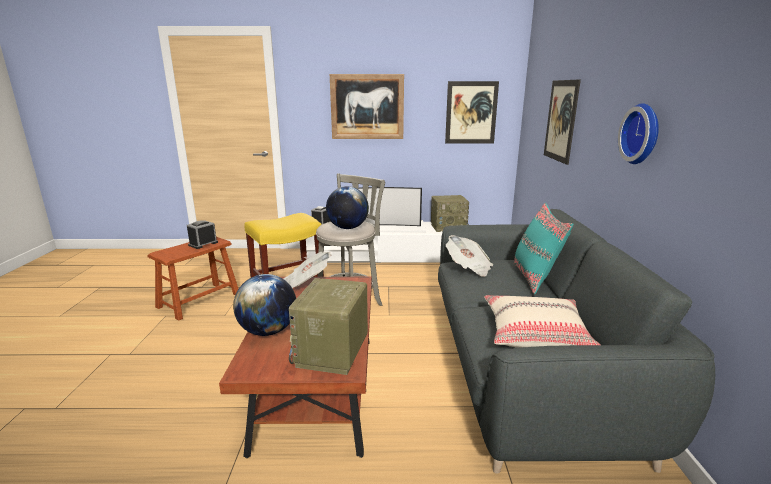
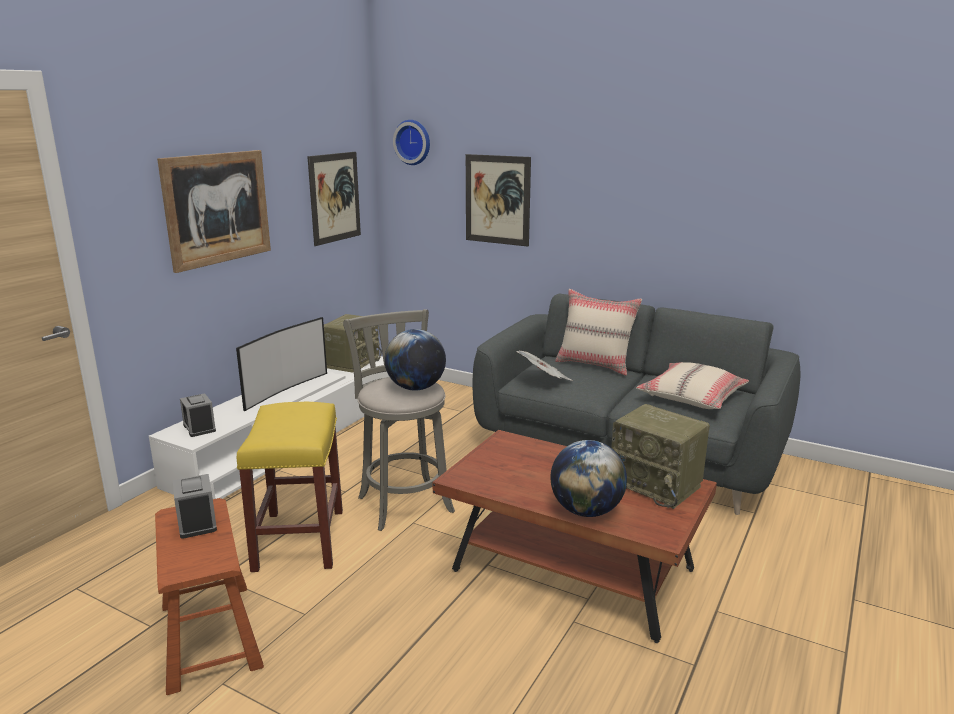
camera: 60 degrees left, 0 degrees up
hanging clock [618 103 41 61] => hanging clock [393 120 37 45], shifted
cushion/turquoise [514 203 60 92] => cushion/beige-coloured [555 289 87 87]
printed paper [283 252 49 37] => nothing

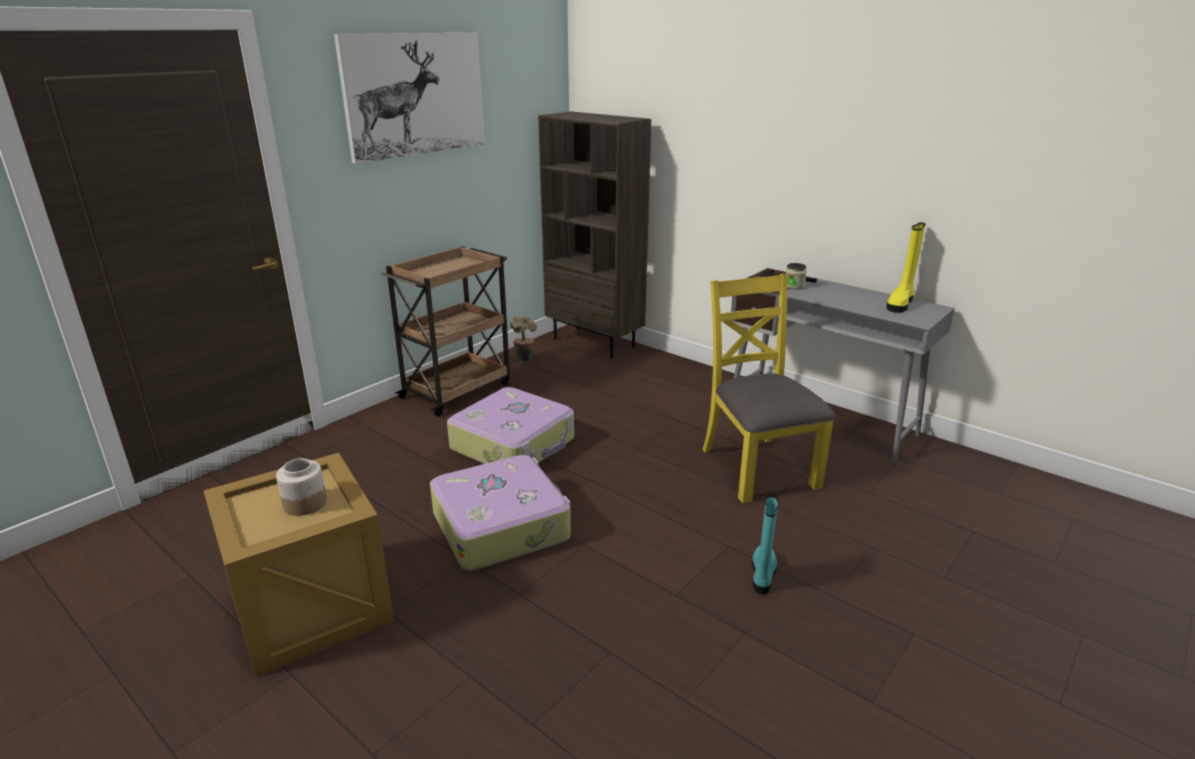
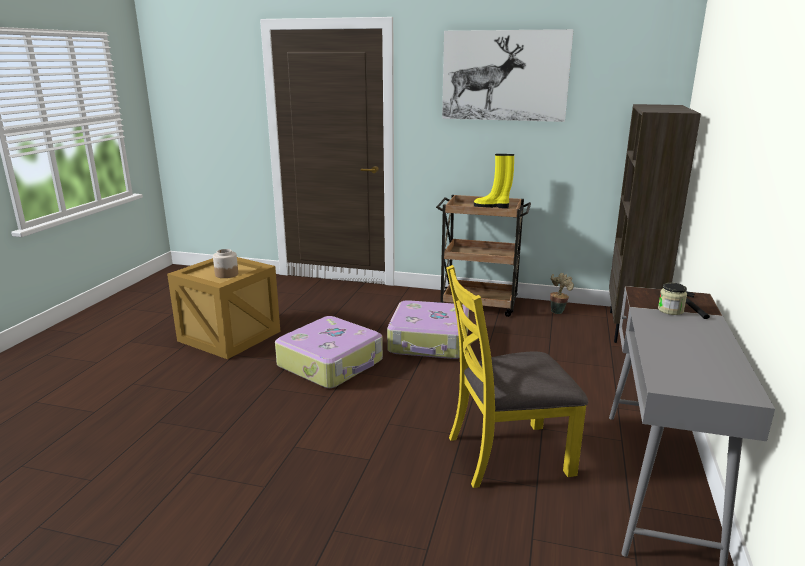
camera: 65 degrees right, 5 degrees down
chair/yellow [703 274 132 229] => chair/yellow [446 265 142 223], 150 degrees counterclockwise
tall boot/yellow [886 223 39 90] => tall boot/yellow [474 154 40 55], shifted
tall boot/turquoise [752 495 27 100] => nothing

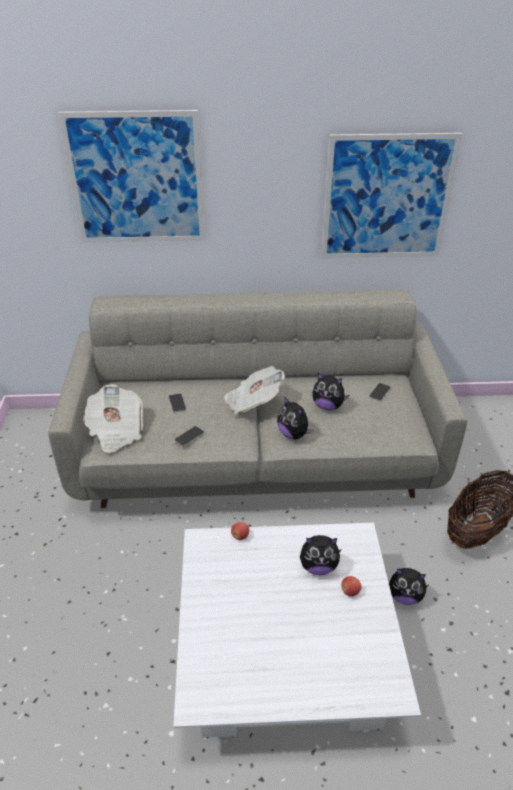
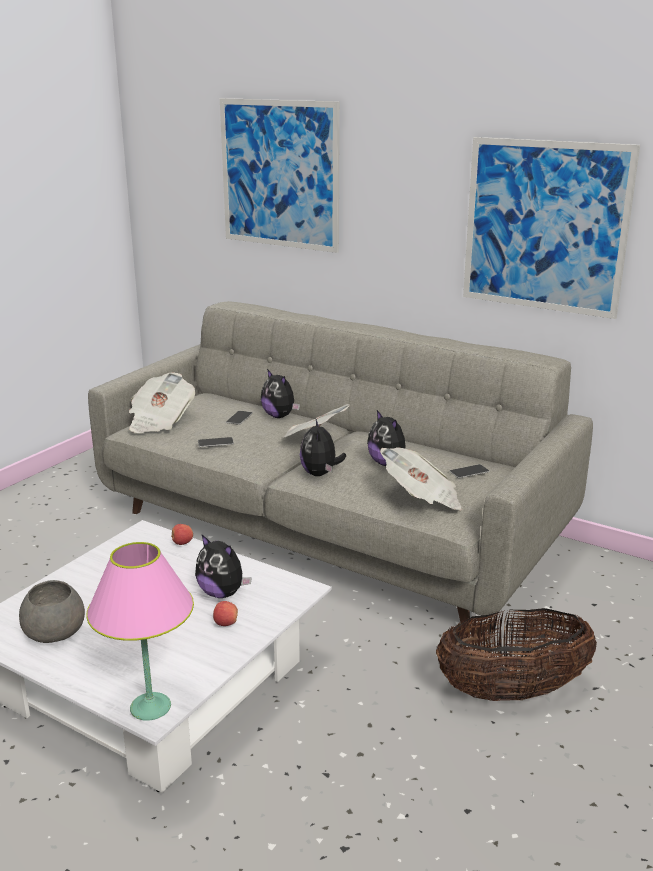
camera: 35 degrees right, 15 degrees down
nothing => deep dish/gray [19 580 66 63]
nothing => tabletop lamp/pink-coloured [86 542 108 179]
cuddly toy [389 568 39 37] => cuddly toy [261 369 39 49], shifted
nothing => printed paper [380 447 82 63]

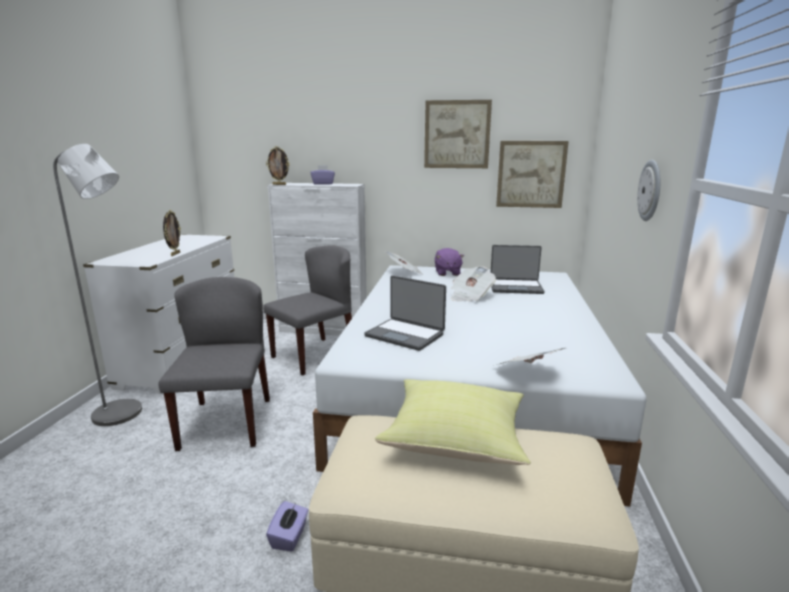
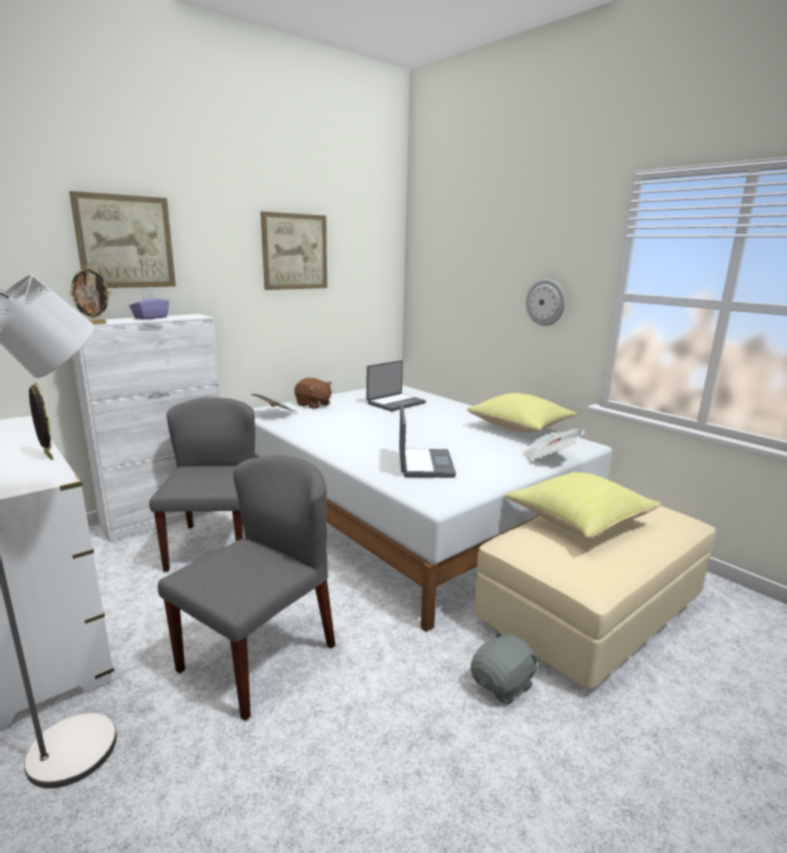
camera: 50 degrees left, 0 degrees up
wall art [496 141 73 67] => wall art [69 191 107 97], shifted
chair/gray [158 277 112 174] => chair/gray [158 455 177 266], 90 degrees clockwise
cuddly toy/purple [435 248 29 28] => cuddly toy/brown [294 378 38 31]
notebook computer [364 276 82 75] => notebook computer [399 404 57 74], 75 degrees counterclockwise
nothing => cushion/yellow [467 393 110 39]
tissue box/purple [266 501 42 50] => cuddly toy/gray [471 630 70 75]
printed paper [451 266 45 36] => nothing

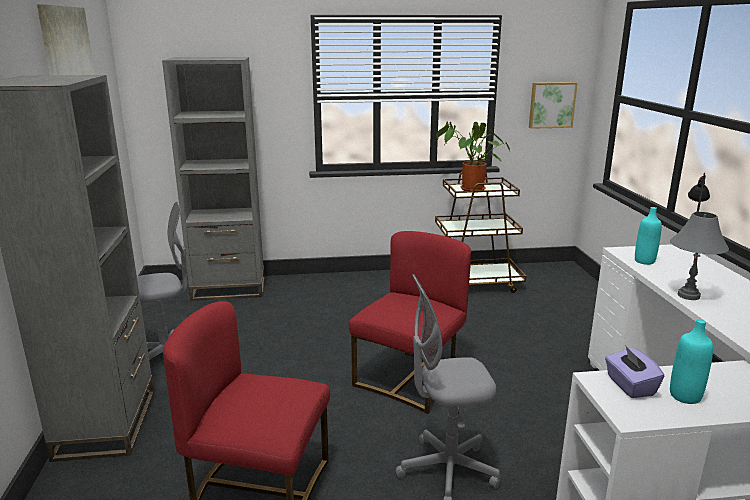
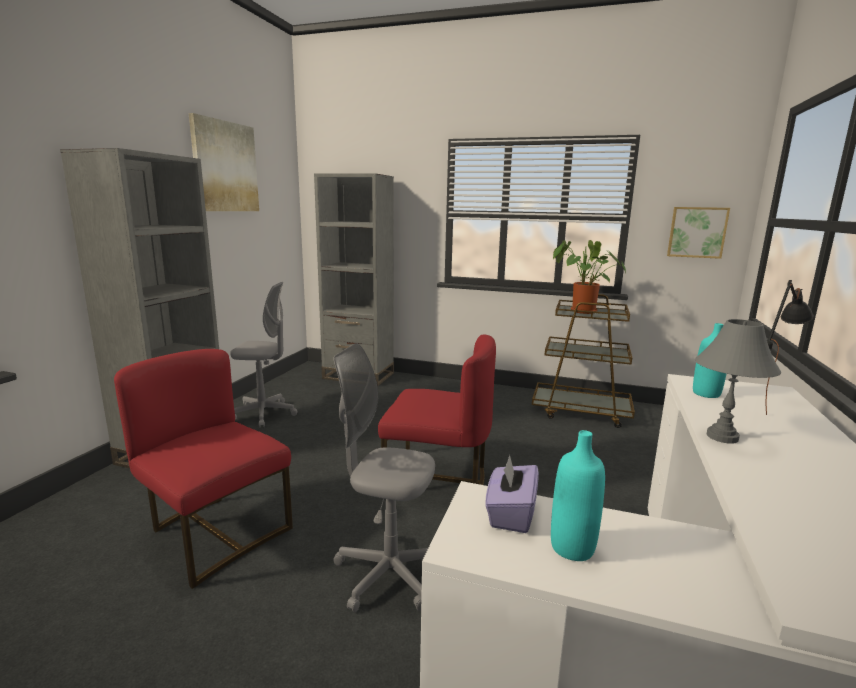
camera: 25 degrees right, 5 degrees down
chair/red [349 231 122 183] => chair/red [378 335 118 150], 45 degrees clockwise

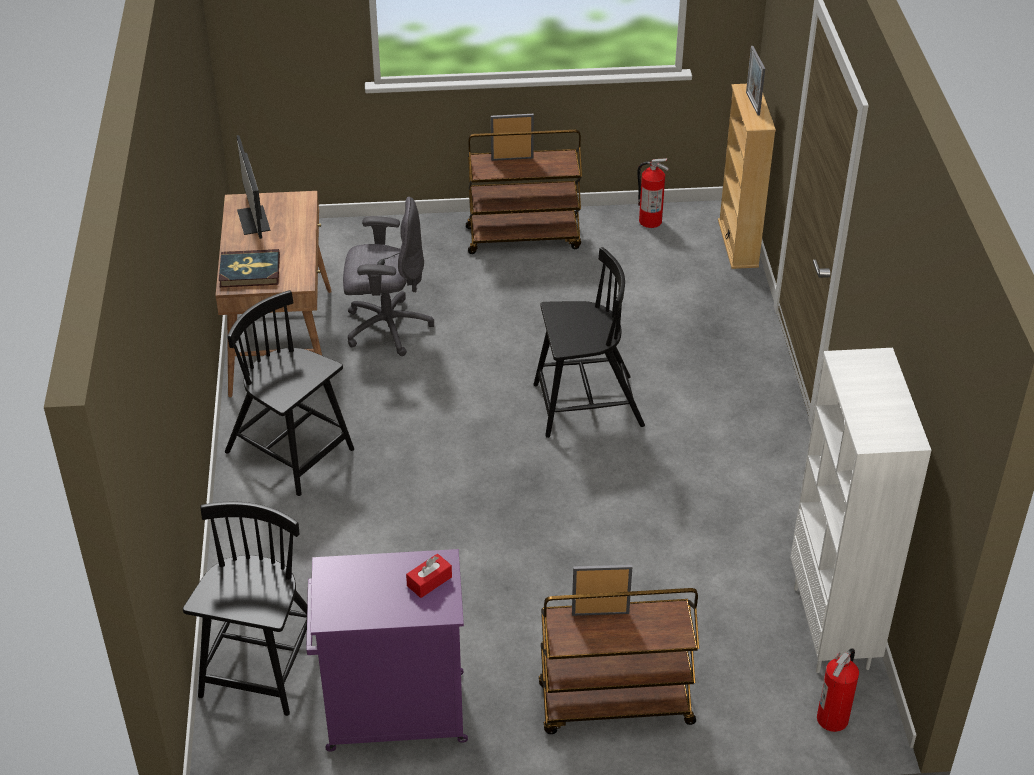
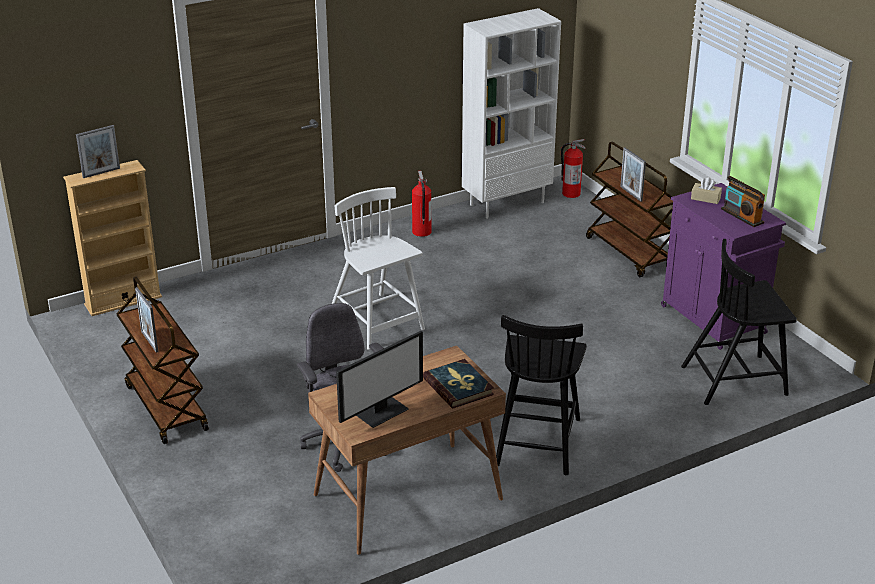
camera: 115 degrees left, 10 degrees down
chair/black [533 247 112 191] => chair/white-coloured [332 187 93 163]
fire extinguisher [637 158 32 70] => fire extinguisher [412 171 19 66], shifted
tissue box/red [406 554 46 44] => tissue box/beige-coloured [691 177 31 27]
nothing => radio [721 176 44 51]

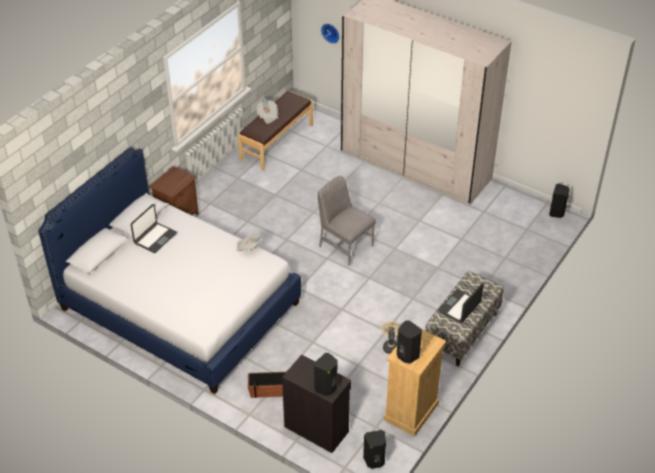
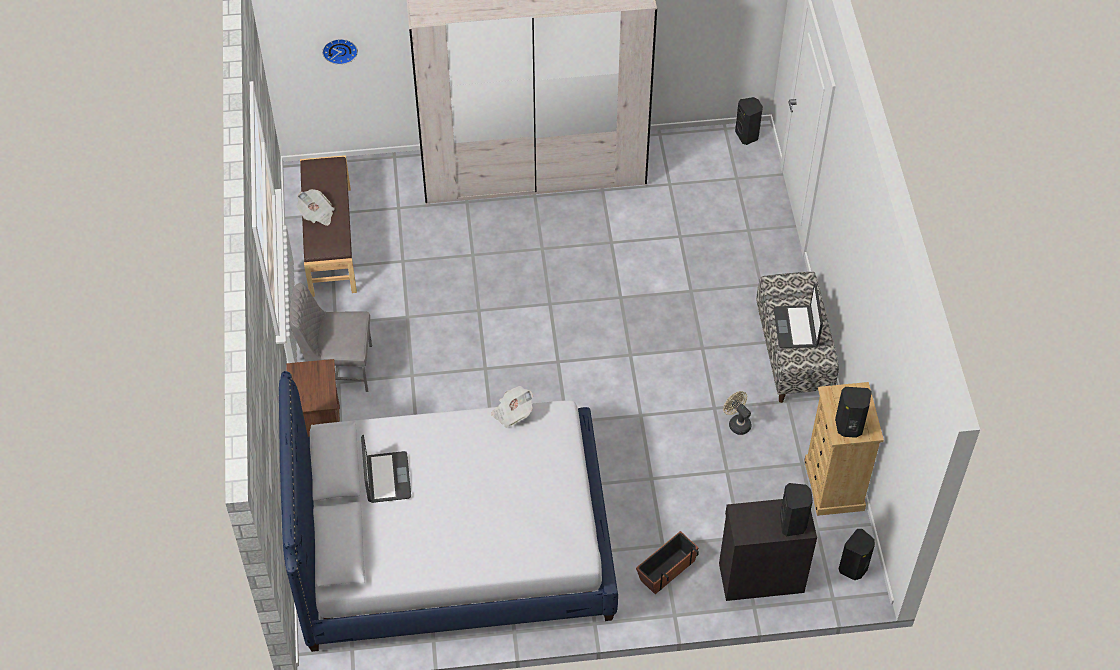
camera: 40 degrees left, 10 degrees up
chair/gray [318 176 58 90] => chair/gray [290 283 82 109], shifted

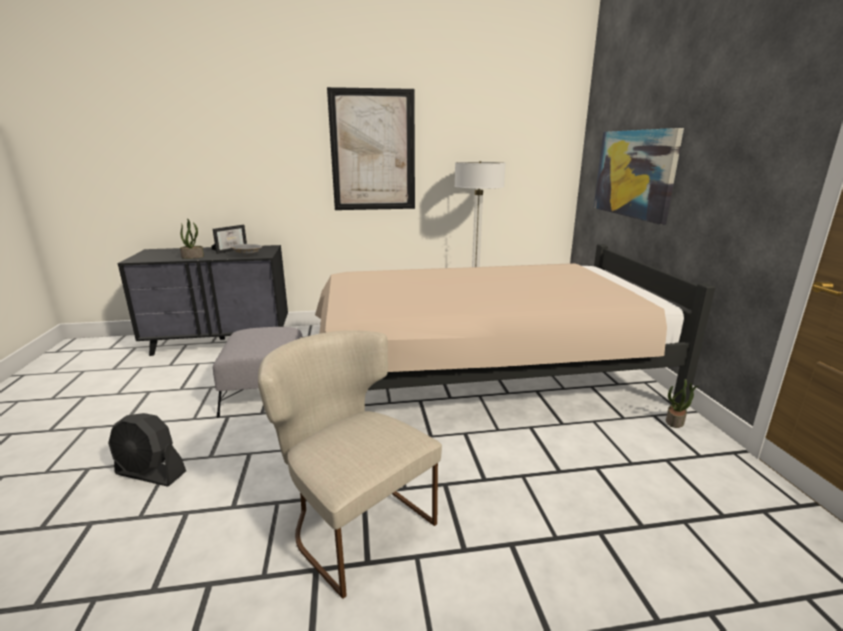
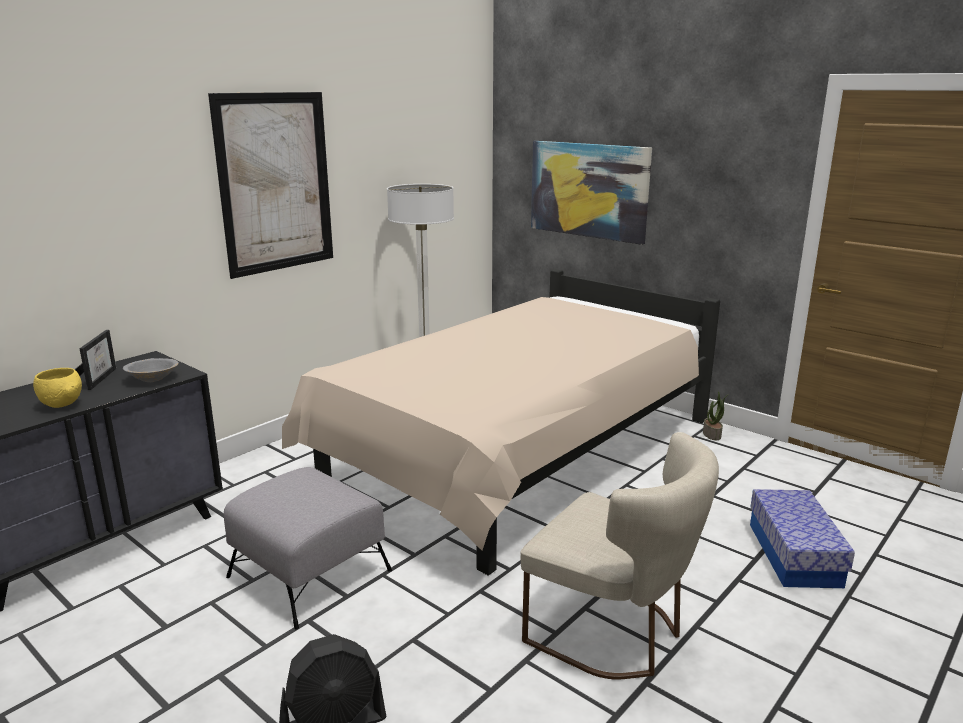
camera: 40 degrees left, 0 degrees up
houseplant [180 218 24 41] => deep dish/yellow [33 368 49 40]
chair/beige-coloured [258 330 184 269] => chair/beige-coloured [520 432 199 248], 150 degrees counterclockwise
nothing => storage bin [750 489 105 99]

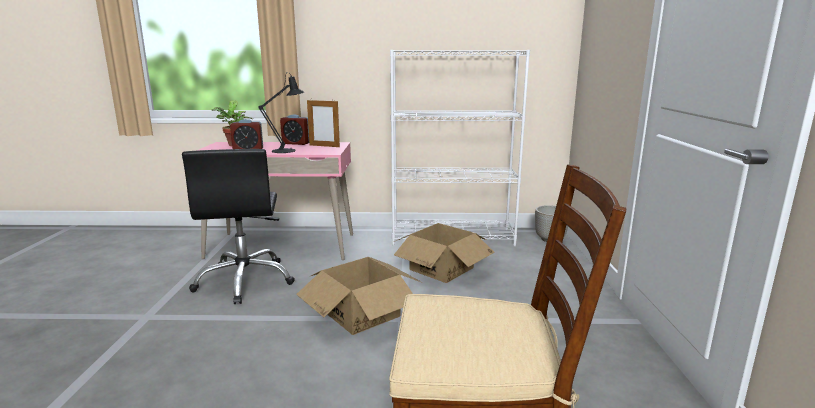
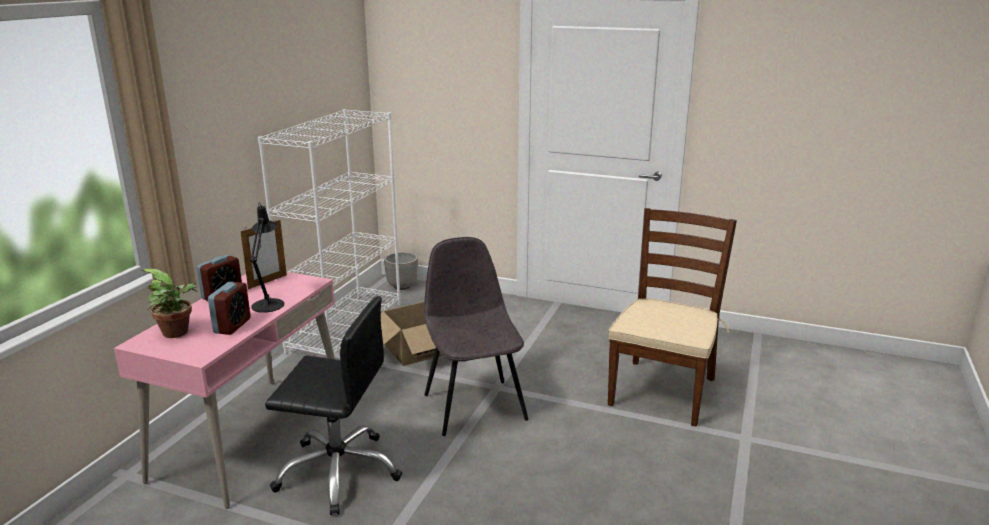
camera: 70 degrees left, 5 degrees up
packing box [296 257 127 78] => chair/gray [424 237 105 199]

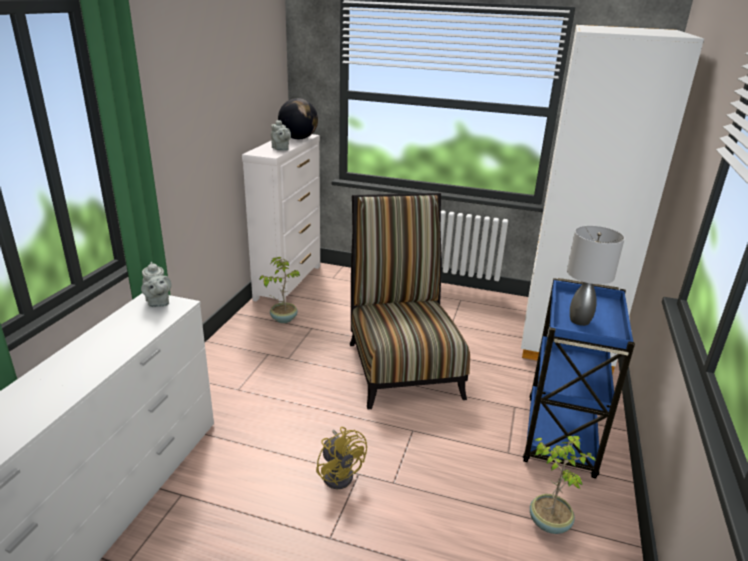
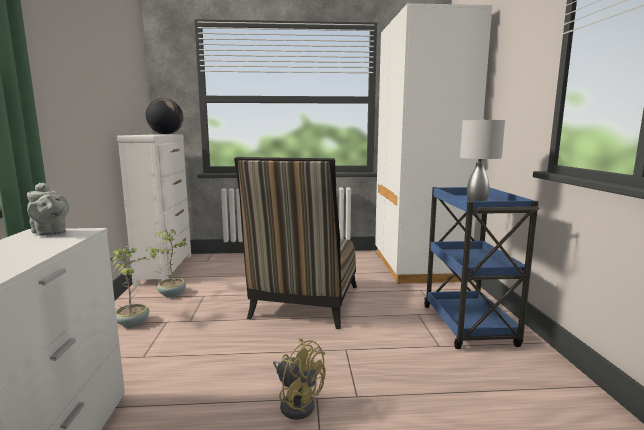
camera: 20 degrees left, 15 degrees down
houseplant [530 436 66 98] => houseplant [110 246 41 82], shifted
chair [350 193 120 216] => chair [234 157 123 172], 135 degrees counterclockwise
teapot/gray [271 120 20 30] => nothing

